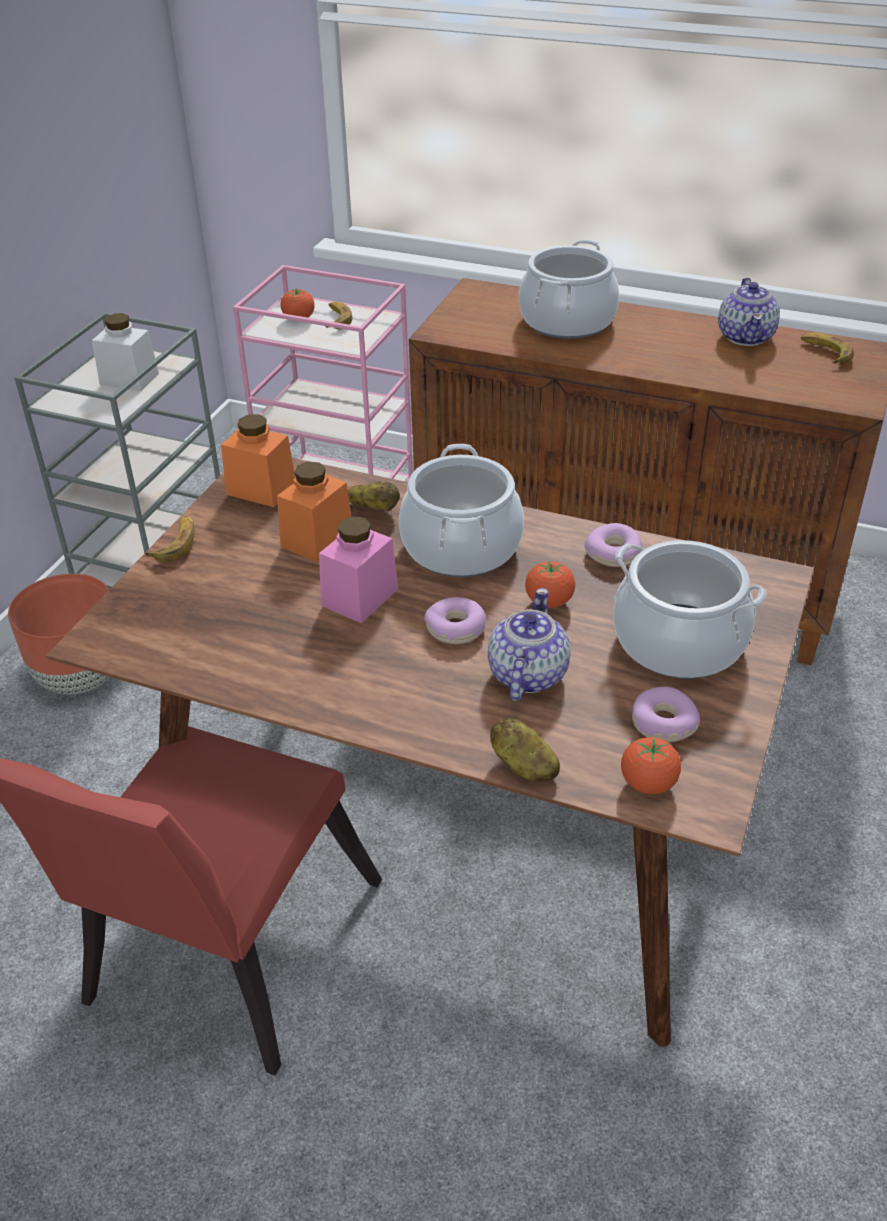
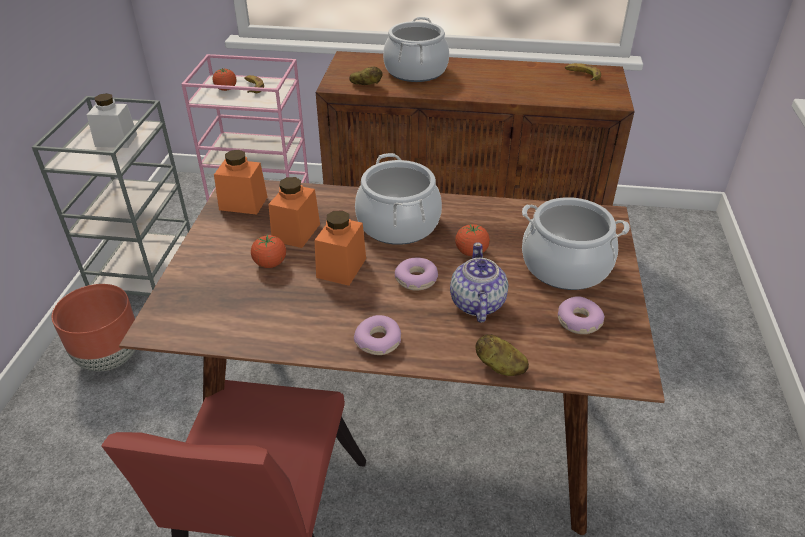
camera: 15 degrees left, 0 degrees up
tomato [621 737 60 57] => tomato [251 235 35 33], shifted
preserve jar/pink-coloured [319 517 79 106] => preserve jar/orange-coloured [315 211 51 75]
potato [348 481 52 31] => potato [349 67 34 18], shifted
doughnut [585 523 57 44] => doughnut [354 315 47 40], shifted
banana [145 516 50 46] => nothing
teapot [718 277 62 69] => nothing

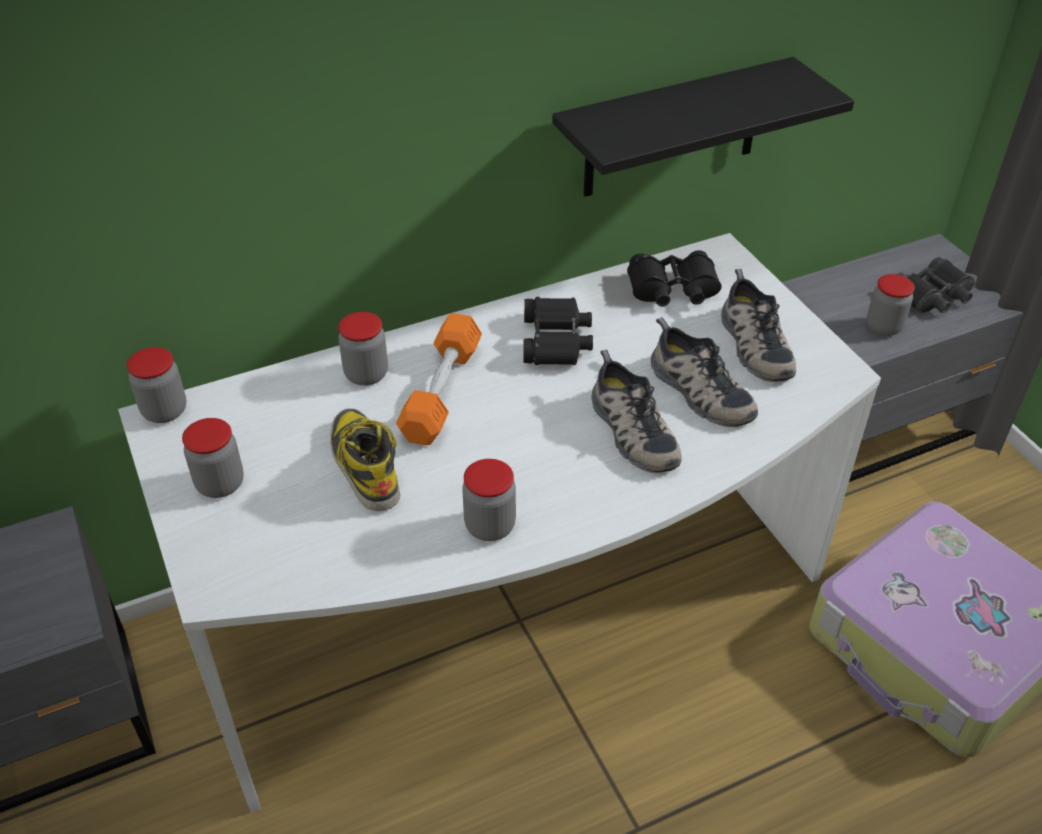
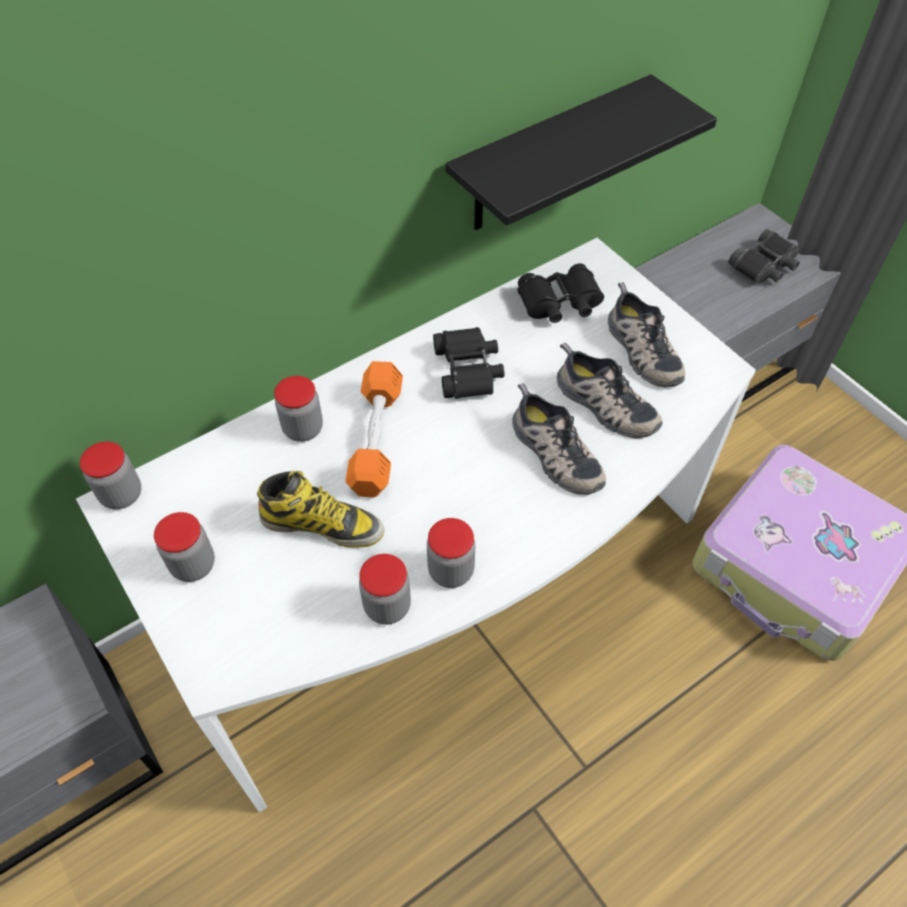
camera: 10 degrees left, 10 degrees up
tall boot [330 408 70 103] => tall boot [257 471 127 77], 135 degrees clockwise
preserve jar [867 274 48 62] => preserve jar [359 554 52 71], shifted

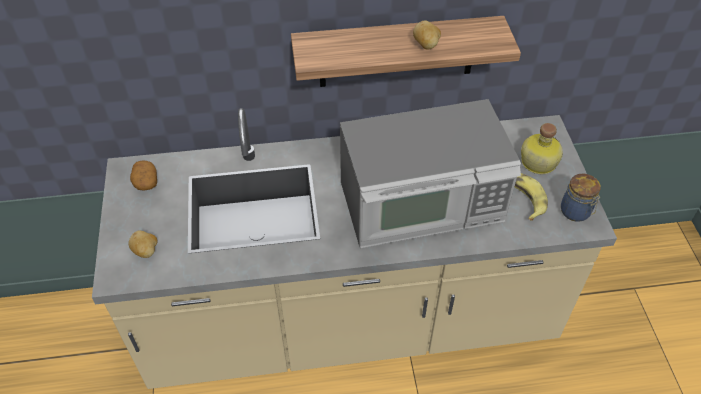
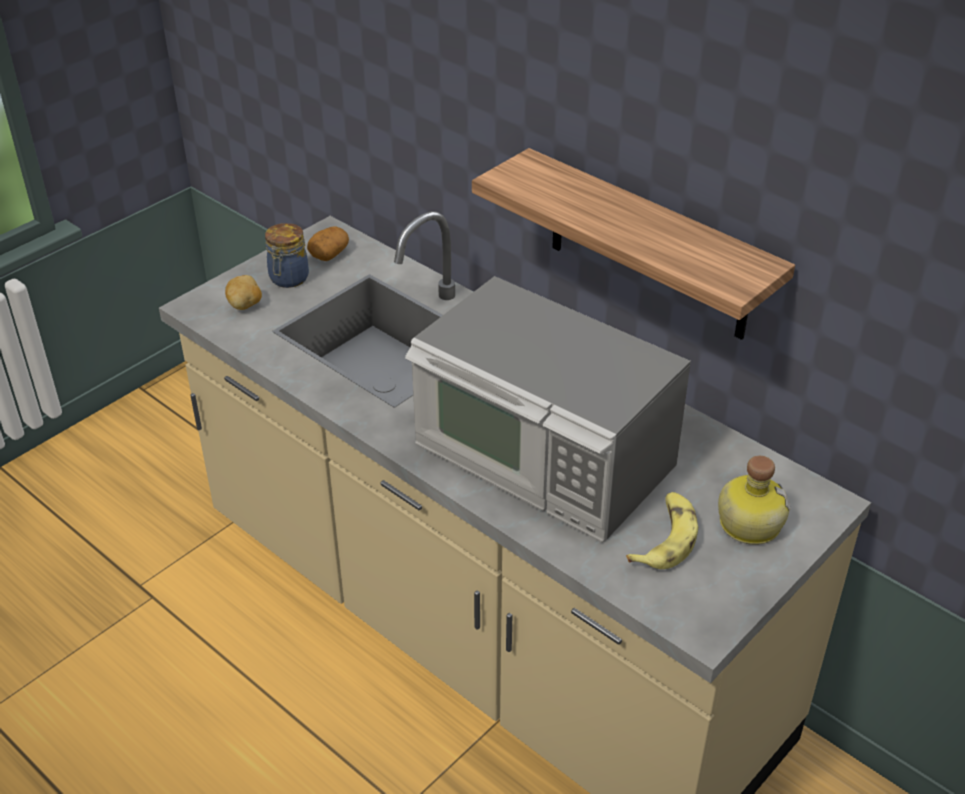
camera: 50 degrees right, 10 degrees down
preserve jar [561 173 40 49] => preserve jar [265 223 44 65], shifted
potato [413 21 28 29] => nothing

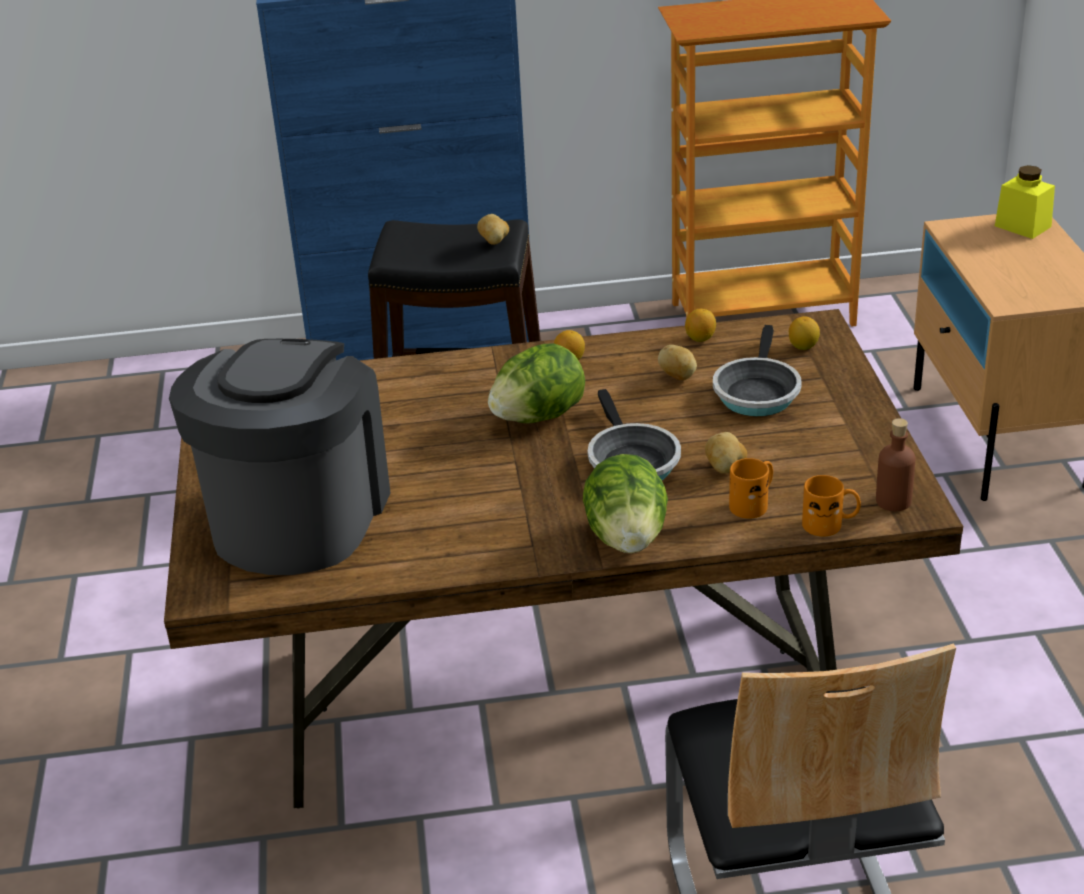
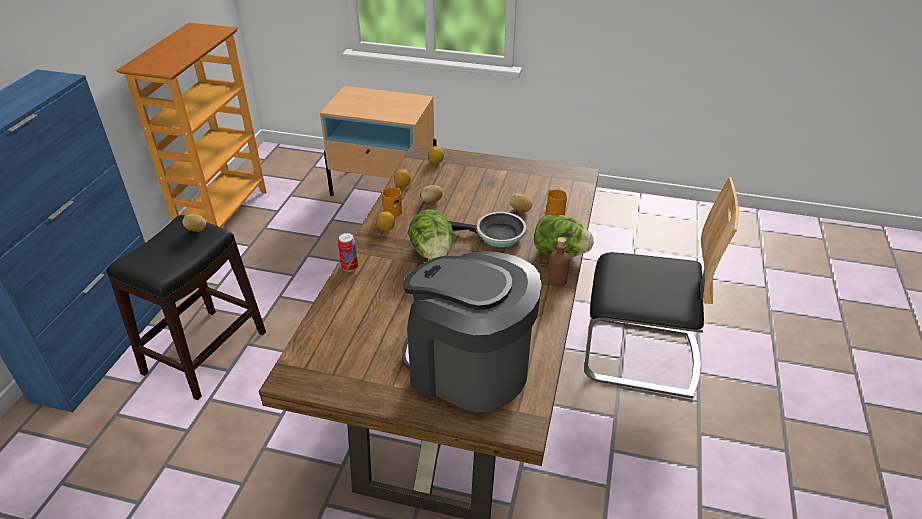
camera: 70 degrees left, 5 degrees up
nothing => metal can [338 233 20 39]
tea mug/orange-coloured [802 475 59 61] => tea mug/orange-coloured [382 187 20 30], shifted
drink bottle/brown [876 418 39 93] => drink bottle/brown [548 237 22 50], shifted
pan [713 325 89 91] => nothing
preserve jar/yellow [995 165 60 74] => nothing

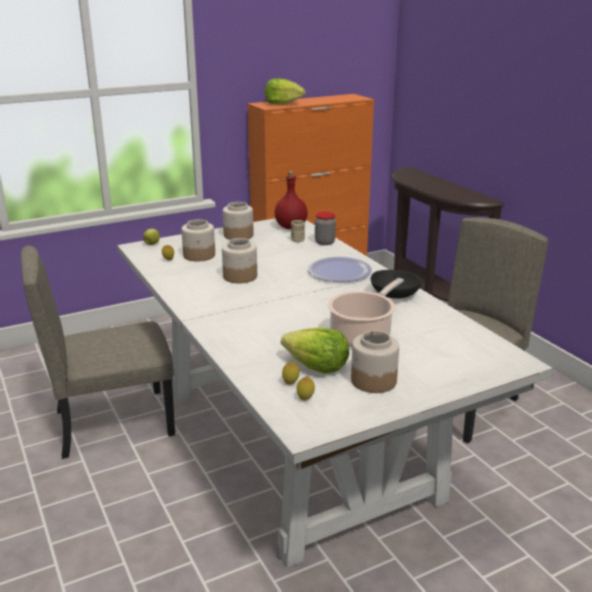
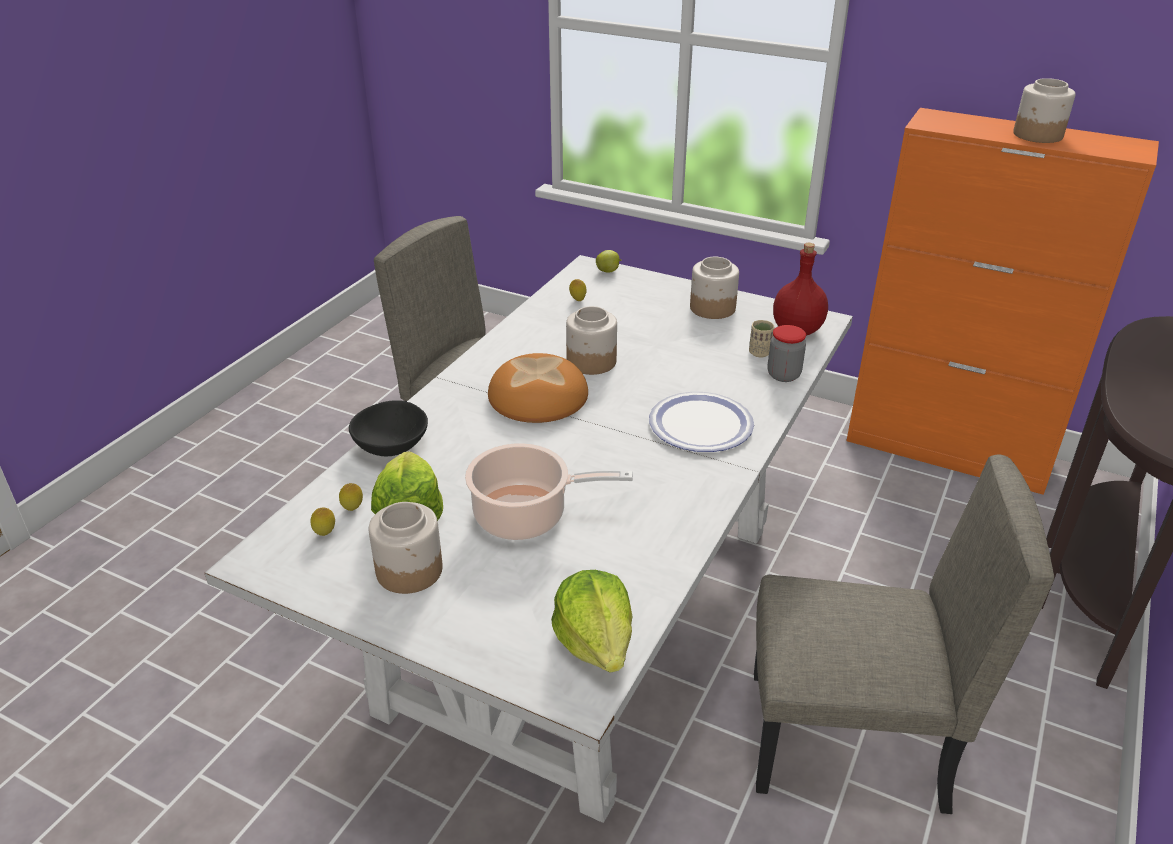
camera: 55 degrees right, 10 degrees up
deep dish/black [371 270 51 29] => deep dish/black [349 400 79 56], shifted
nothing => bread [488 353 100 70]
lettuce [265 78 40 27] => lettuce [551 570 81 103], shifted
preserve jar [181 219 34 42] => preserve jar [1013 78 63 65], shifted

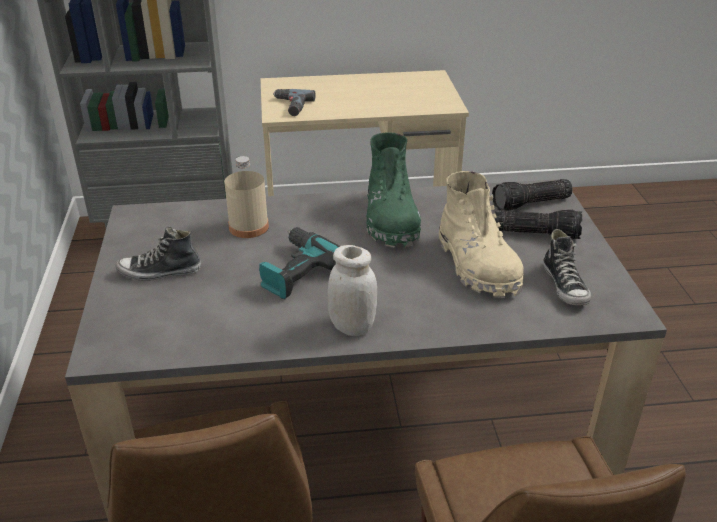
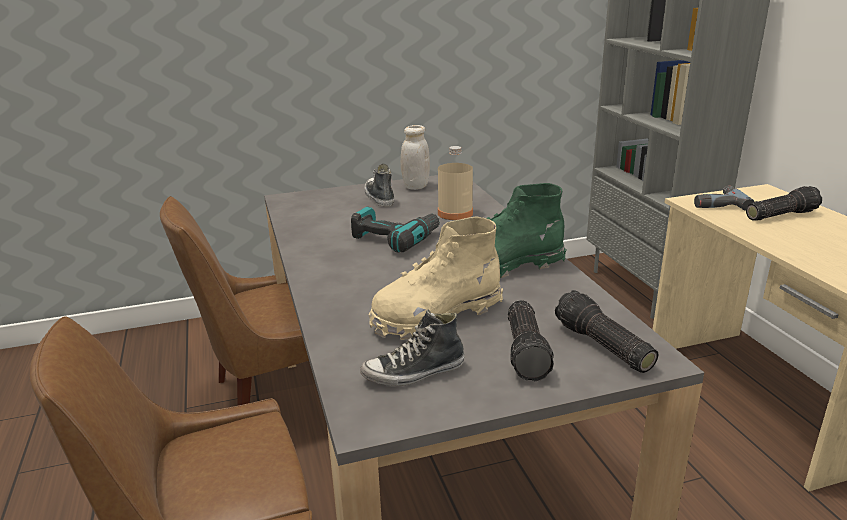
camera: 80 degrees right, 10 degrees down
preserve jar/white-coloured [328 245 49 91] => preserve jar/white-coloured [401 125 29 65], shifted
nothing => hand torch [746 186 76 35]

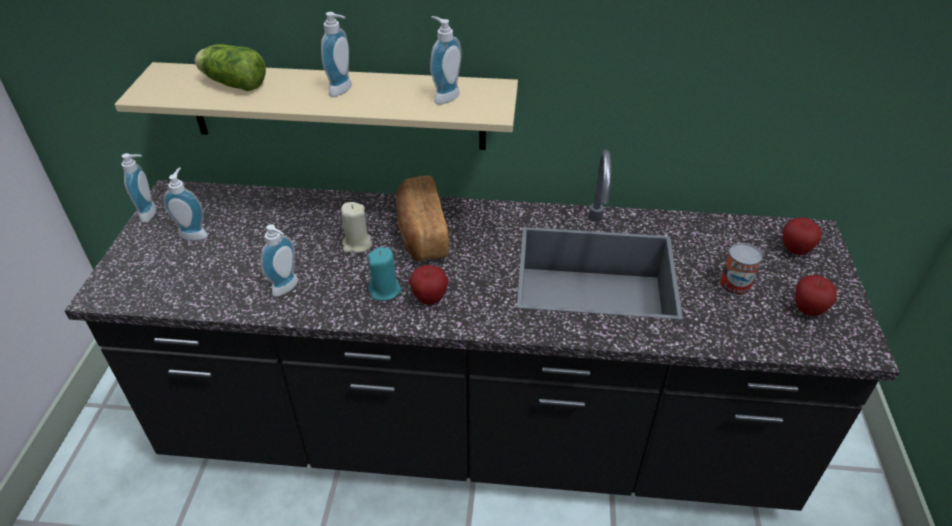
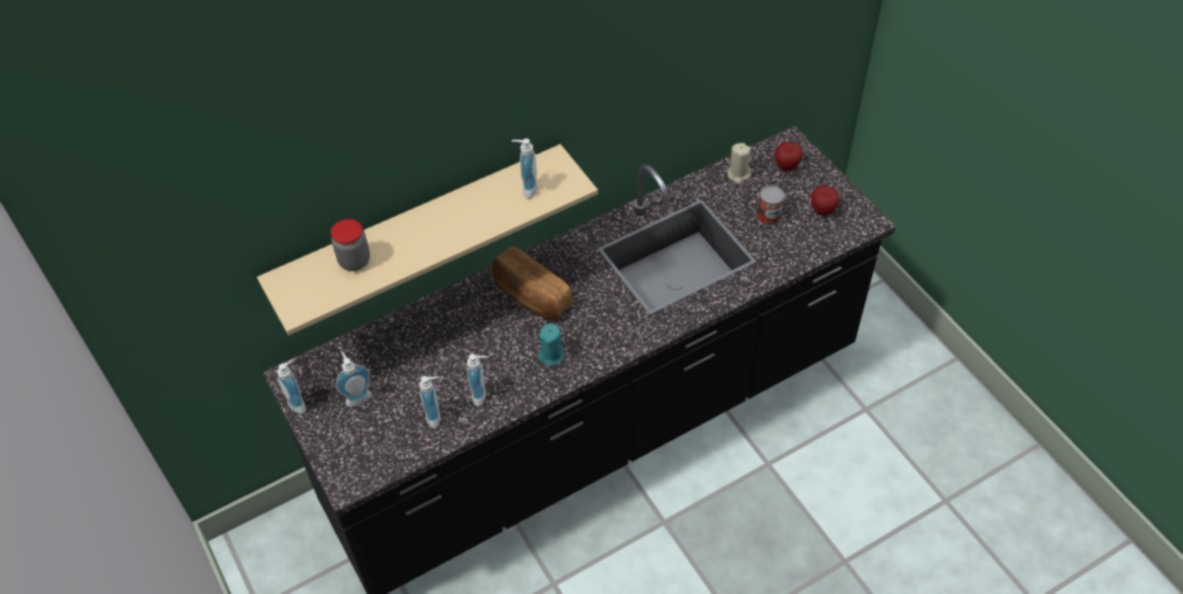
camera: 35 degrees left, 10 degrees up
lettuce [195 44 71 47] => preserve jar [331 219 39 52]
soap bottle [321 12 31 85] => soap bottle [419 376 22 53], shifted
wax light/beige-coloured [341 202 31 51] => wax light/beige-coloured [727 143 24 41], shifted
apple [409 265 39 40] => nothing

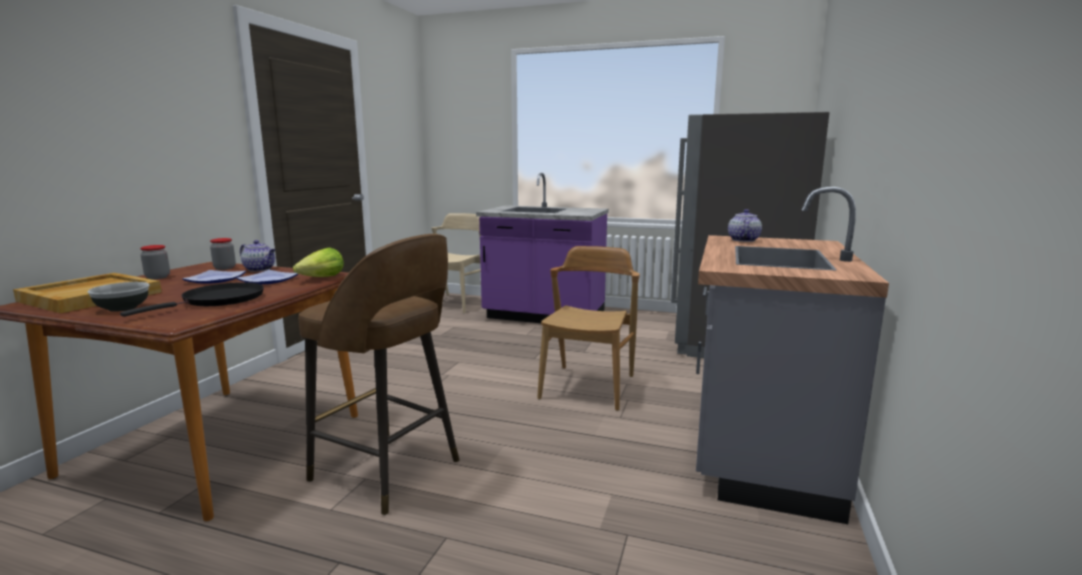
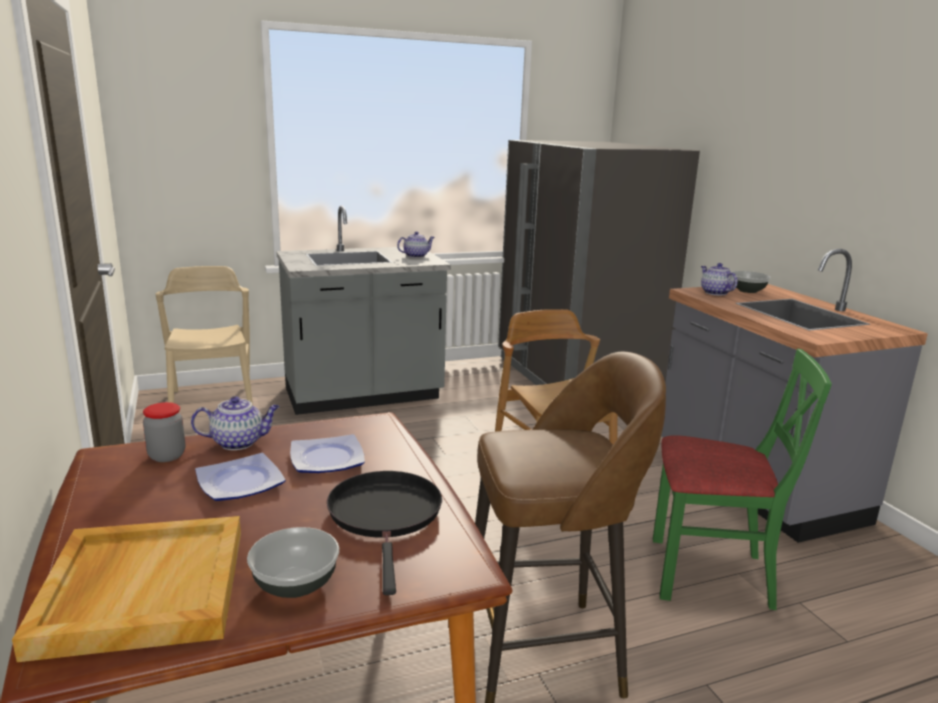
camera: 40 degrees left, 5 degrees up
kitchen counter/purple [476 173 133 150] => kitchen counter/gray [276 205 175 210]
nothing => teapot [397 231 37 27]
nothing => chair/green-coloured [653 349 179 261]
nothing => deep dish [731 271 40 22]
preserve jar [140 245 30 34] => nothing
lettuce [293 247 51 30] => nothing

